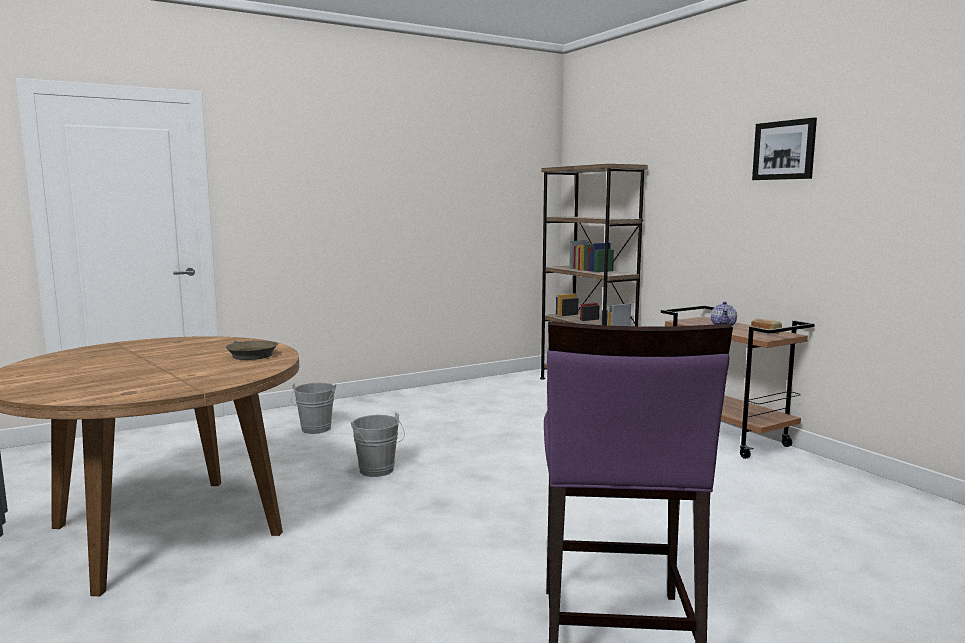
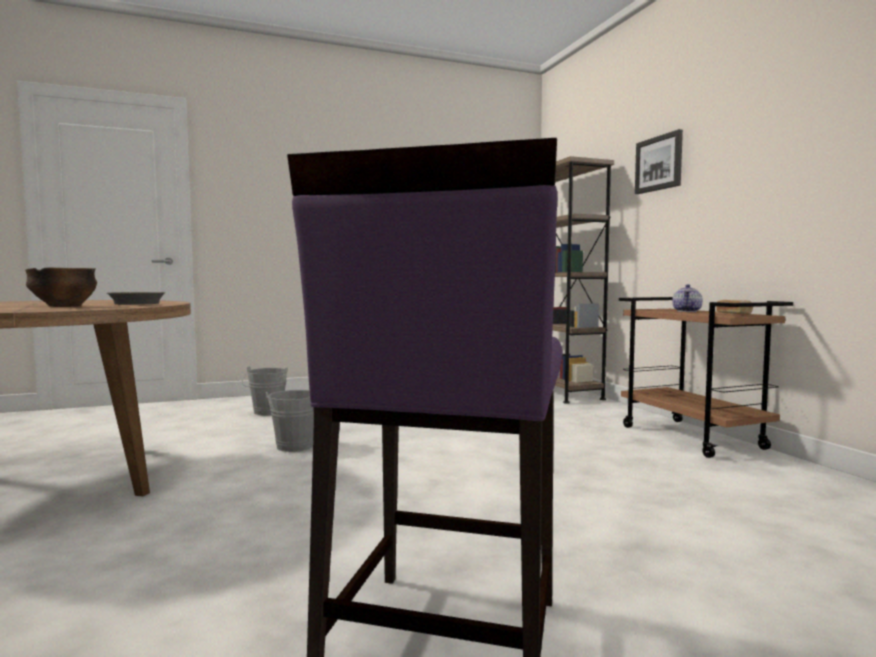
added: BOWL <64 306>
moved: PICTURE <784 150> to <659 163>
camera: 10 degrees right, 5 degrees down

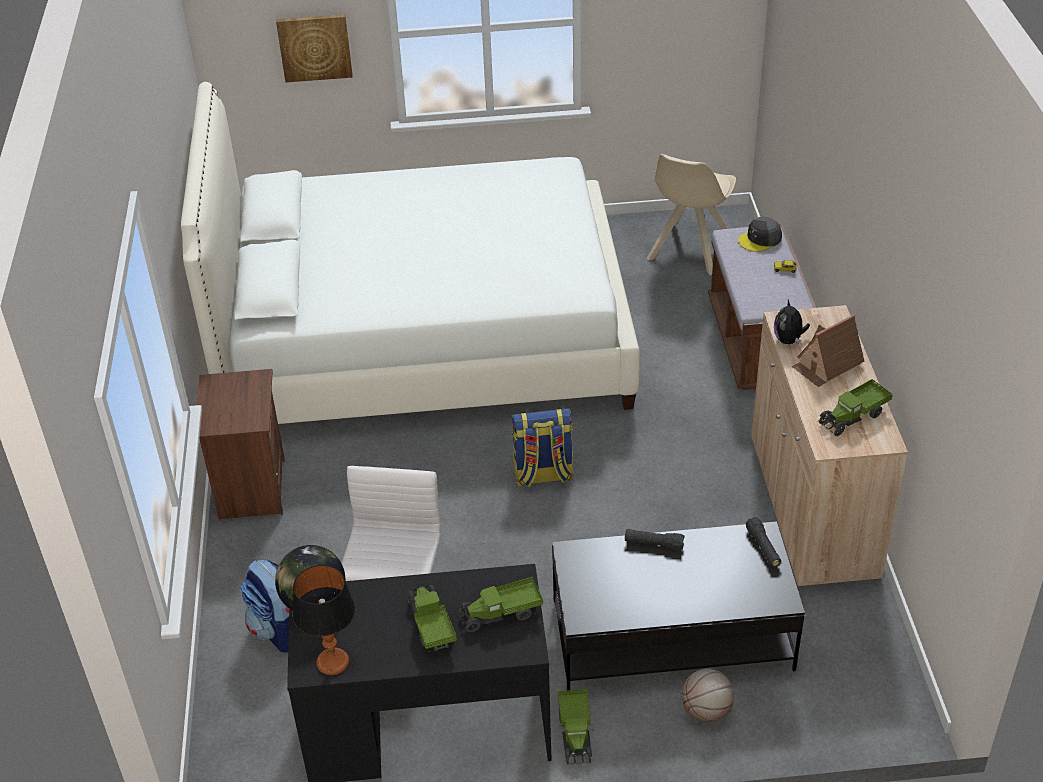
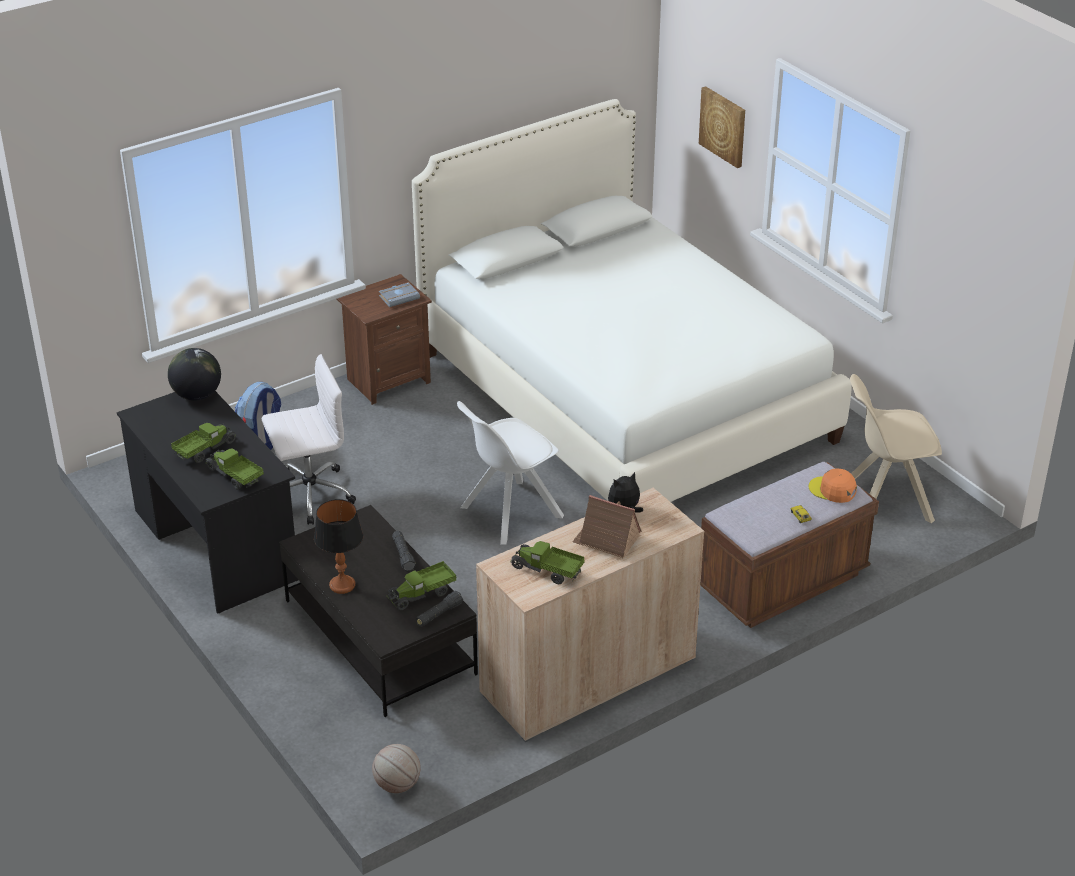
added: GREY BOOK <399 297>
moved: TABLE LAMP <333 662> to <342 585>; TOY TRUCK <576 734> to <422 594>; BASKETBALL <706 711> to <397 785>
replaced: BACKPACK <543 475> to WHITE CHAIR <509 513>
recoloured: GREY CAP <760 239> to ORANGE CAP <832 490>
camera: 60 degrees right, 5 degrees down

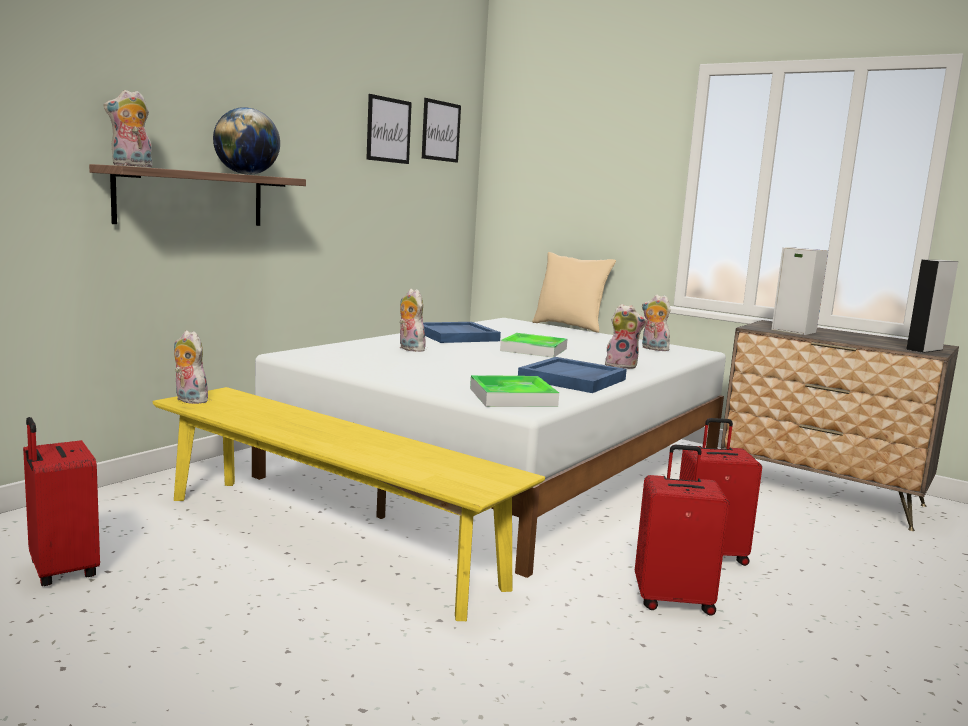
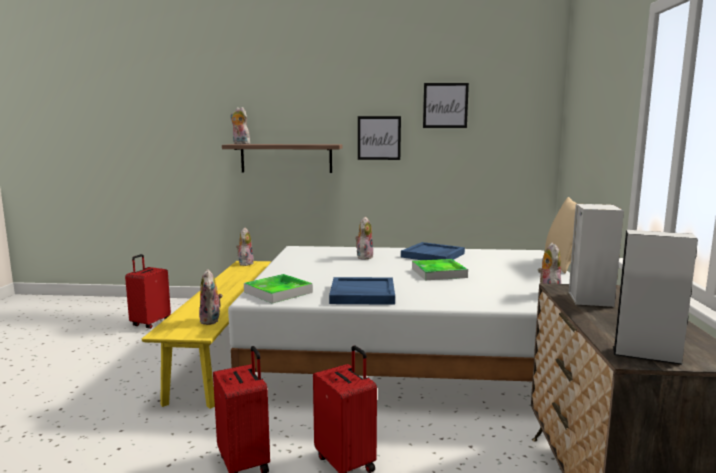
removed: GLOBE <246 174>
moved: PICTURE <440 131> to <379 138>; PLUSH TOY <622 366> to <211 320>
camera: 60 degrees right, 0 degrees up

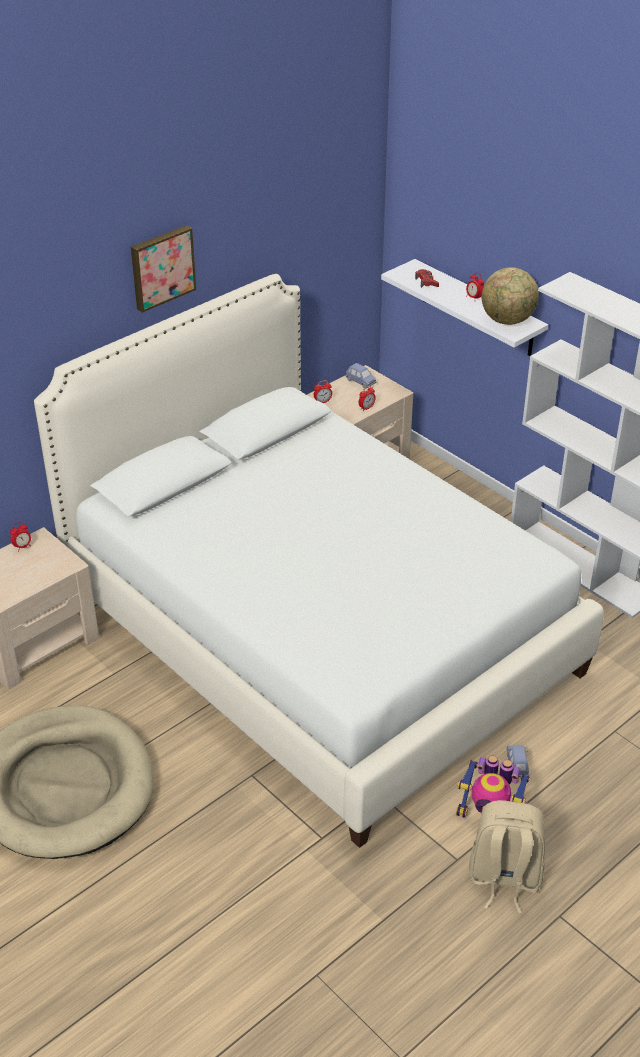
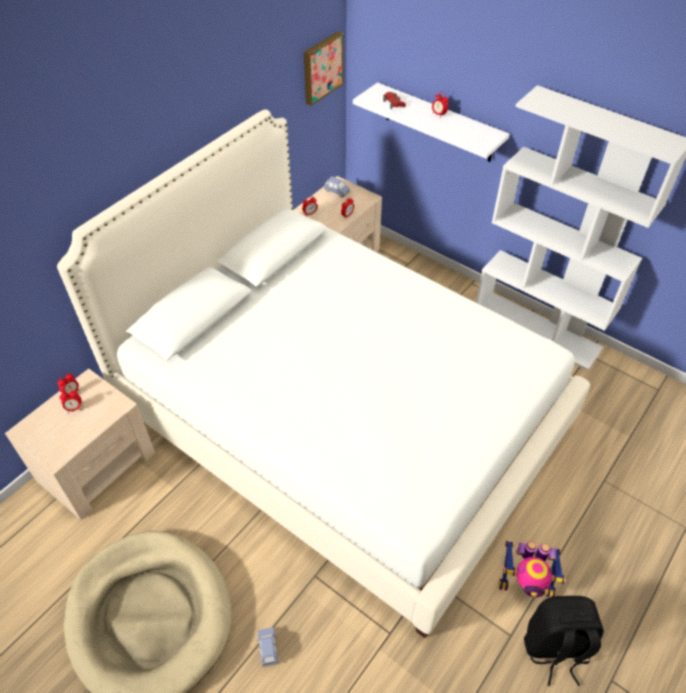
removed: GLOBE <507 320>
added: ALARM CLOCK <74 408>
moved: PICTURE <161 267> to <321 67>; BLUE TOY CAR <517 765> to <268 648>
recoloured: BEIGE BACKPACK <504 878> to BLACK BACKPACK <555 648>
camera: 10 degrees left, 10 degrees up

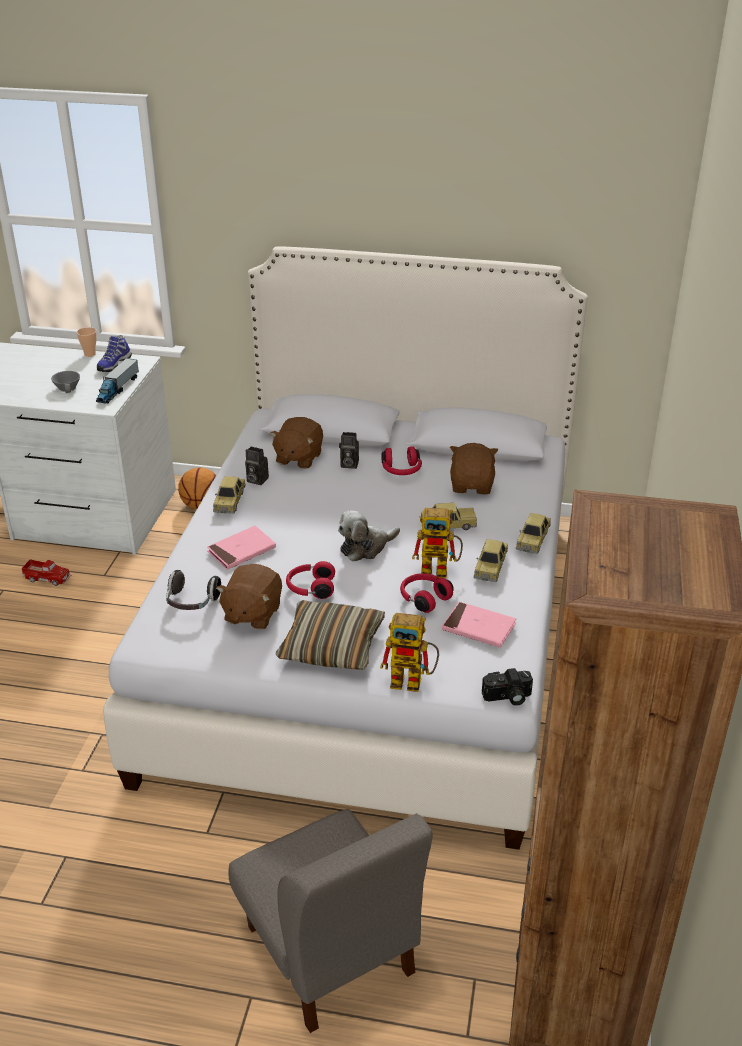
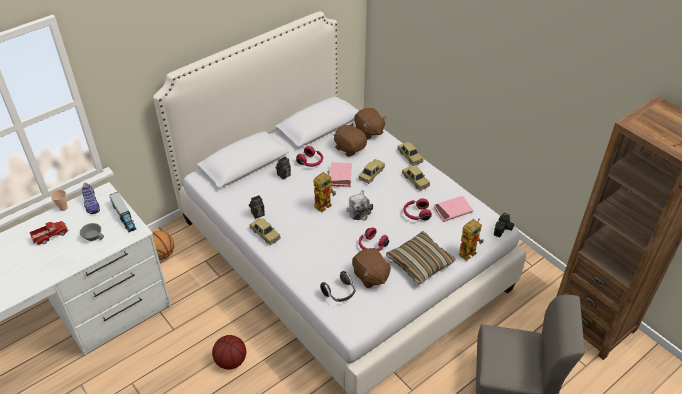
added: BASKETBALL <231 361>
moved: TOY TRUCK <47 577> to <50 235>; PINK BOOK <241 550> to <340 176>; BROWN PLUSH TOY <298 458> to <369 131>; TOY ROBOT <440 570> to <324 203>
camera: 50 degrees left, 10 degrees up

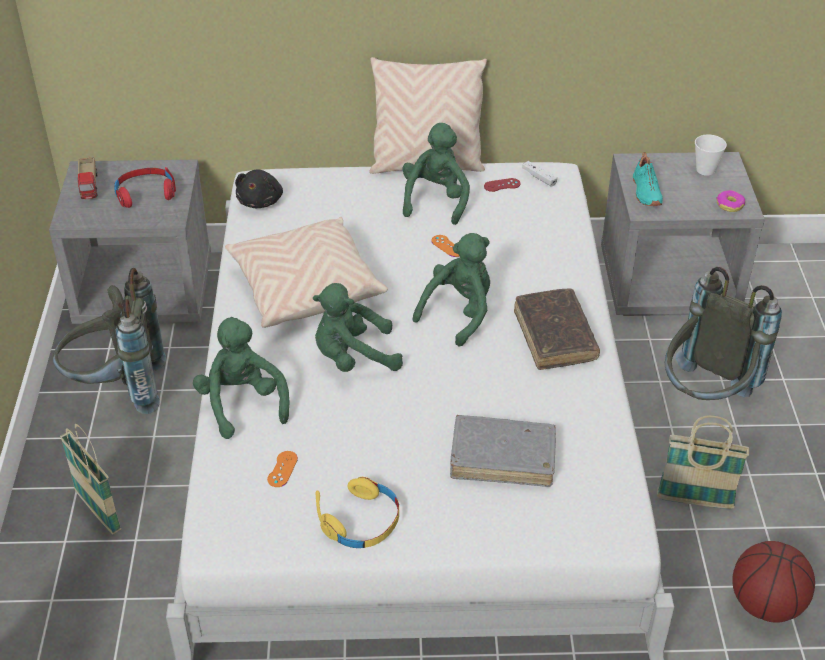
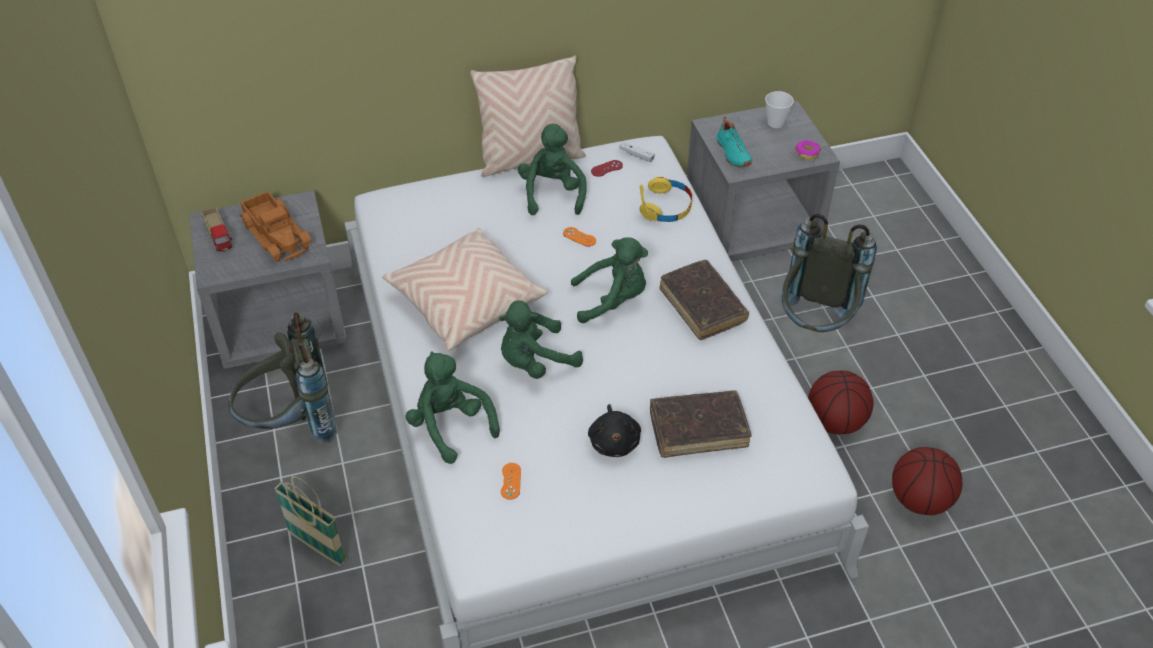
moved: BLACK PLUSH TOY <261 201> to <614 441>; YELLOW HEADPHONES <363 522> to <666 207>
replaced: RED HEADPHONES <146 193> to TOY TRUCK <277 234>; BASKET <695 501> to BASKETBALL <835 421>
recoloured: GREY BOOK <502 458> to BROWN BOOK <698 429>
turned: GREEN PLUSH TOY <459 313> = <612 300> 60 degrees clockwise
camera: 15 degrees left, 5 degrees up

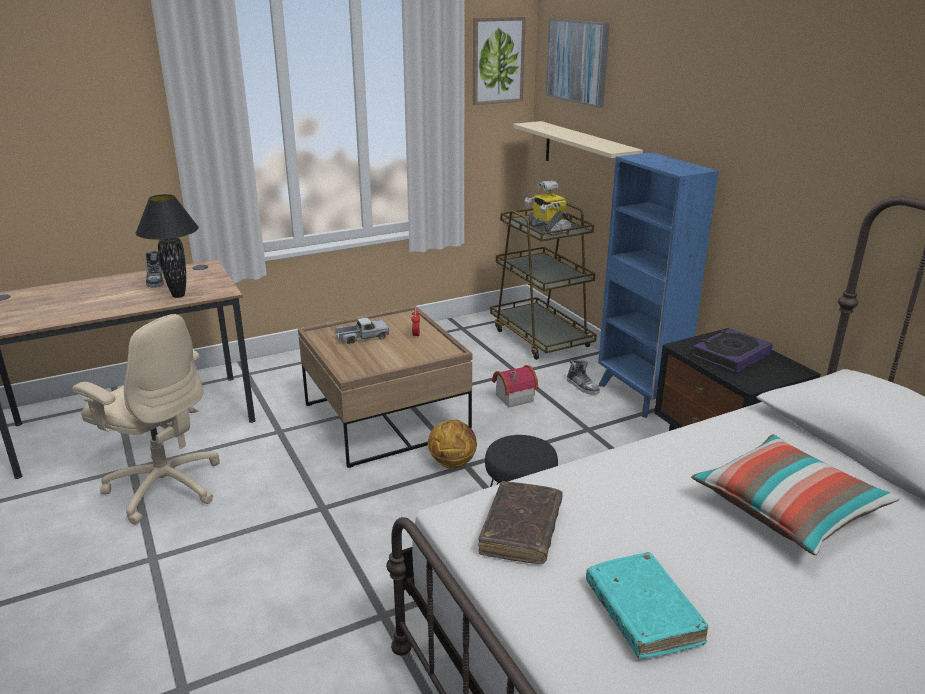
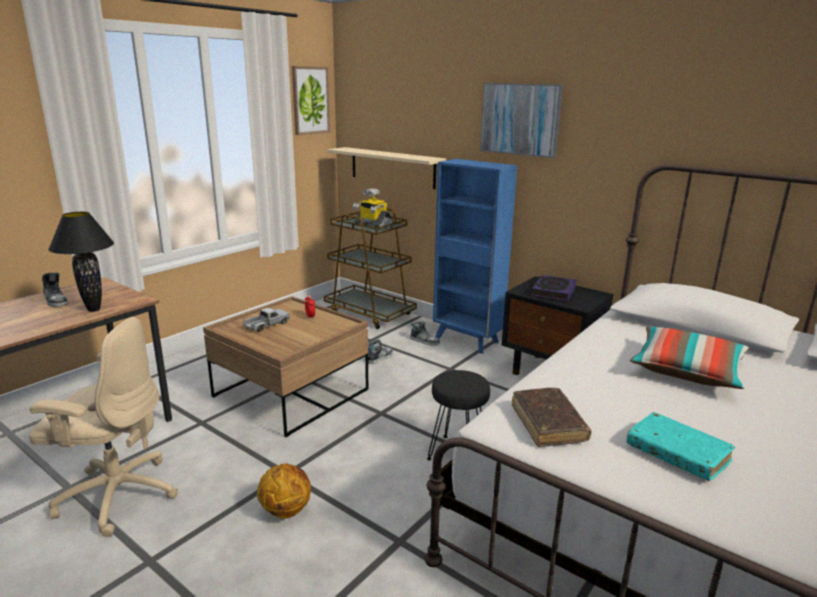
moved: BASKETBALL <452 463> to <286 510>; PICTURE <578 61> to <520 119>
replaced: TOY HOUSE <512 397> to SHOE <379 357>
camera: 25 degrees left, 5 degrees down

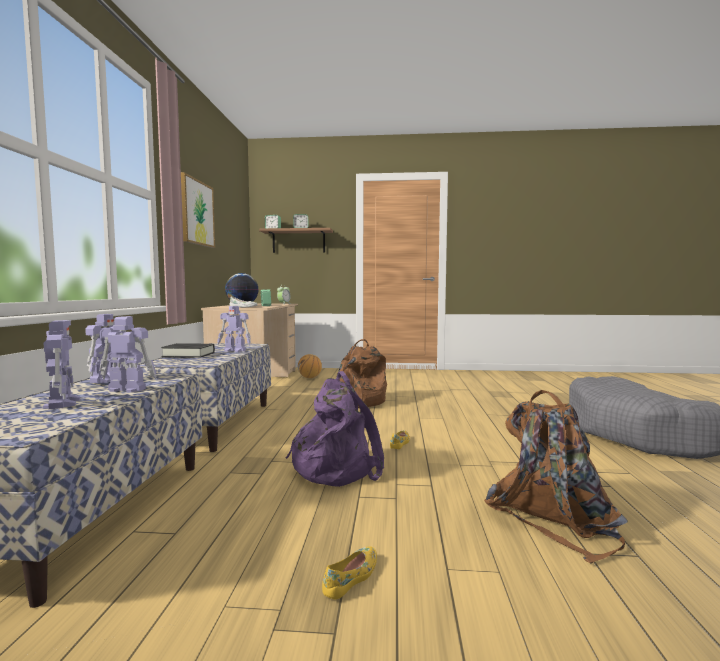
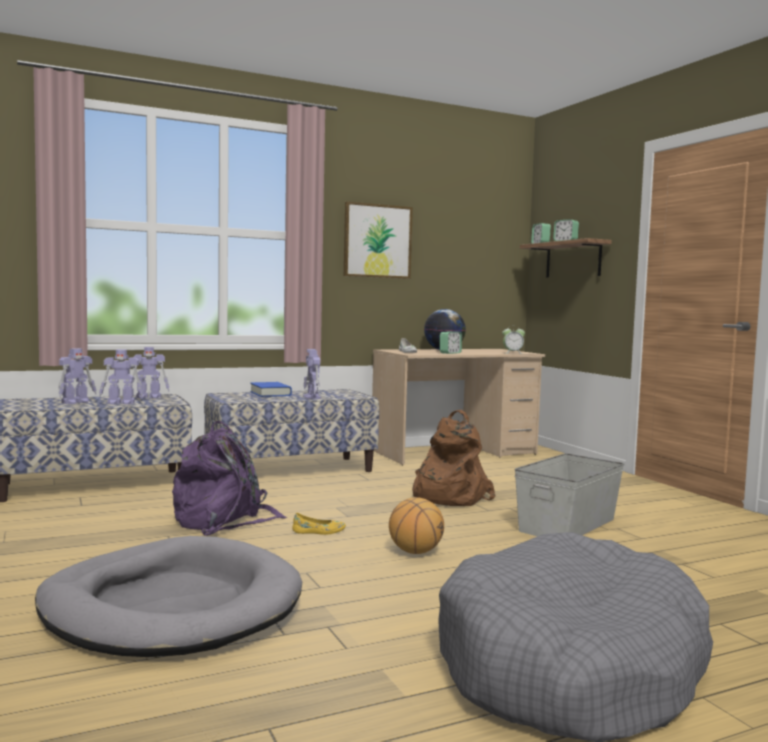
removed: YELLOW SHOE <352 577>
added: GREY STORAGE BOX <568 525>
moved: BASKETBALL <310 378> to <415 552>
replaced: BROWN BACKPACK <554 517> to GREY DOG BED <171 606>
recoloured: BLACK BOOK <189 354> to BLUE BOOK <270 393>
turned: TOY ROBOT <127 389> = <121 403> 105 degrees clockwise
camera: 60 degrees right, 0 degrees up

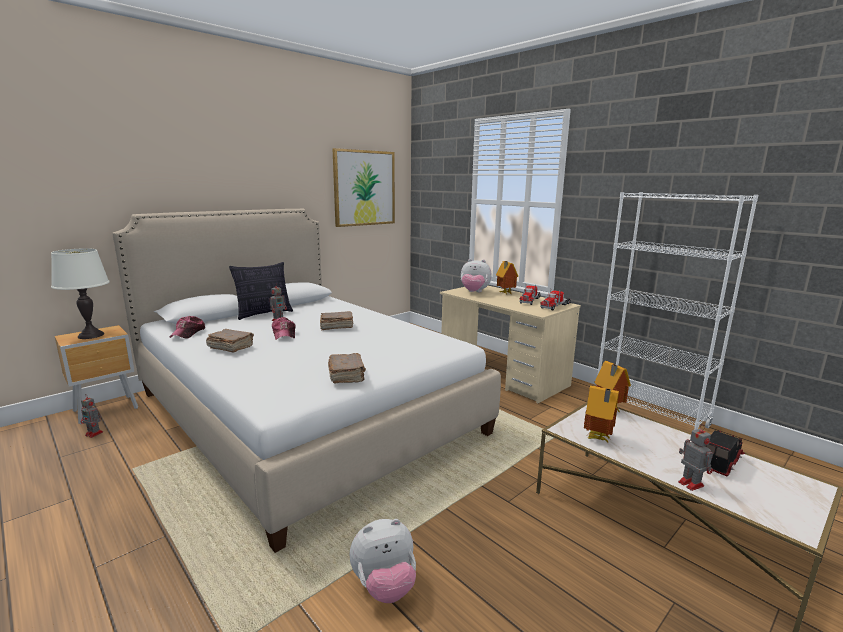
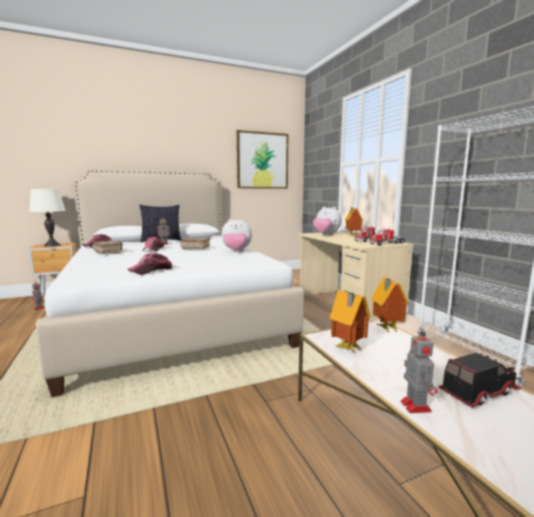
moved: PLUSH TOY <384 586> to <236 251>
replaced: BROWN BOOK <347 376> to CAP <151 270>
camera: 20 degrees right, 5 degrees down

